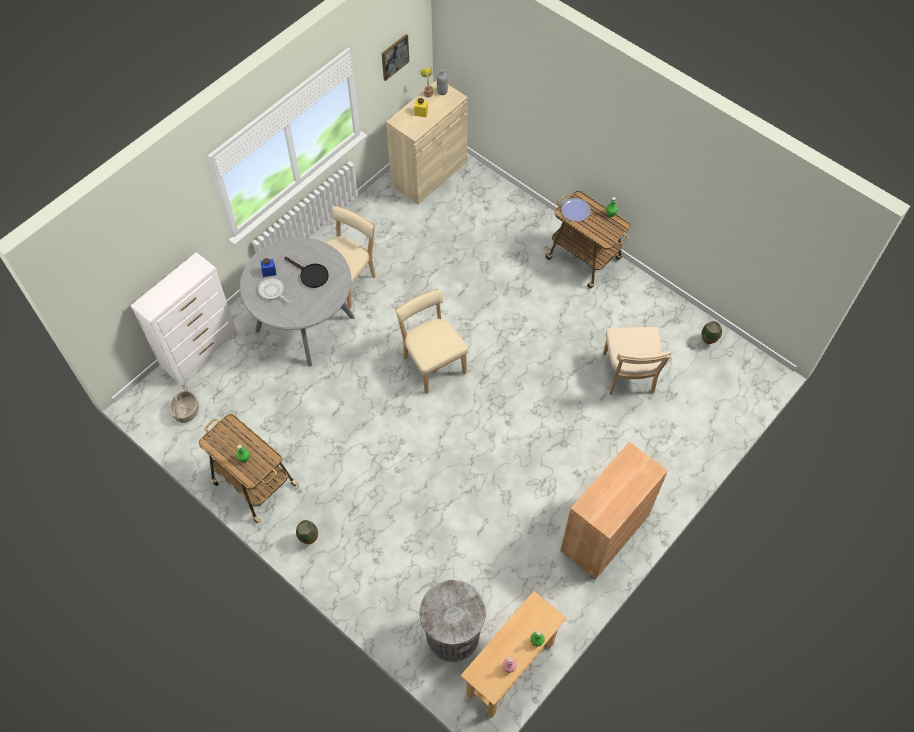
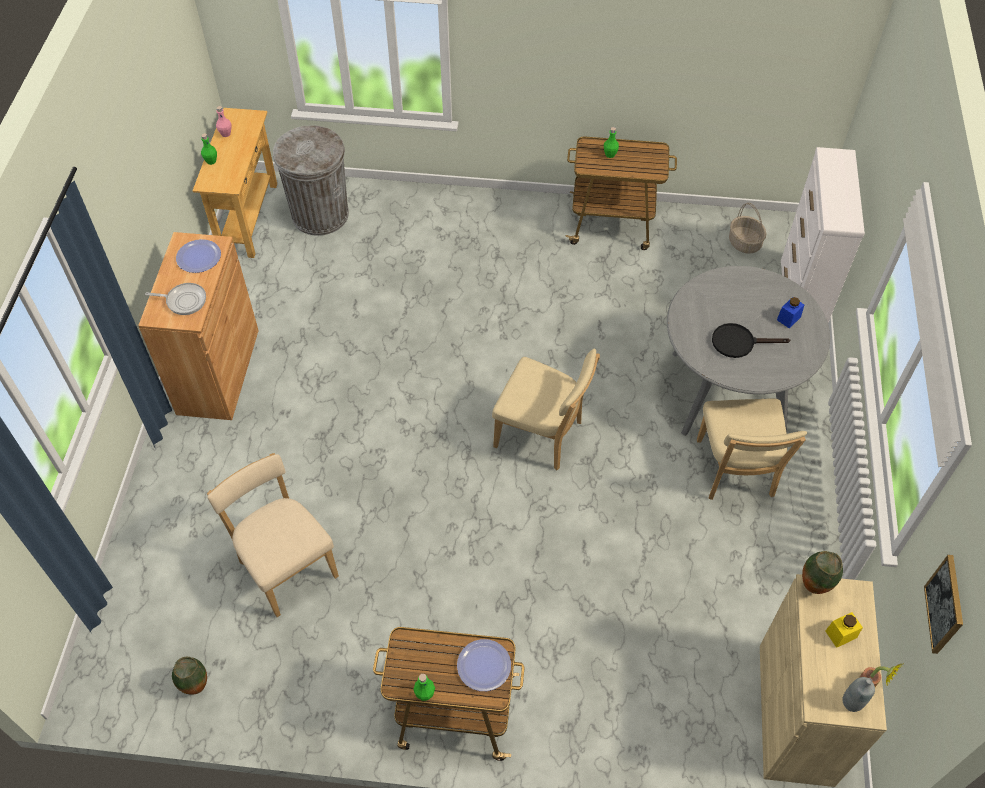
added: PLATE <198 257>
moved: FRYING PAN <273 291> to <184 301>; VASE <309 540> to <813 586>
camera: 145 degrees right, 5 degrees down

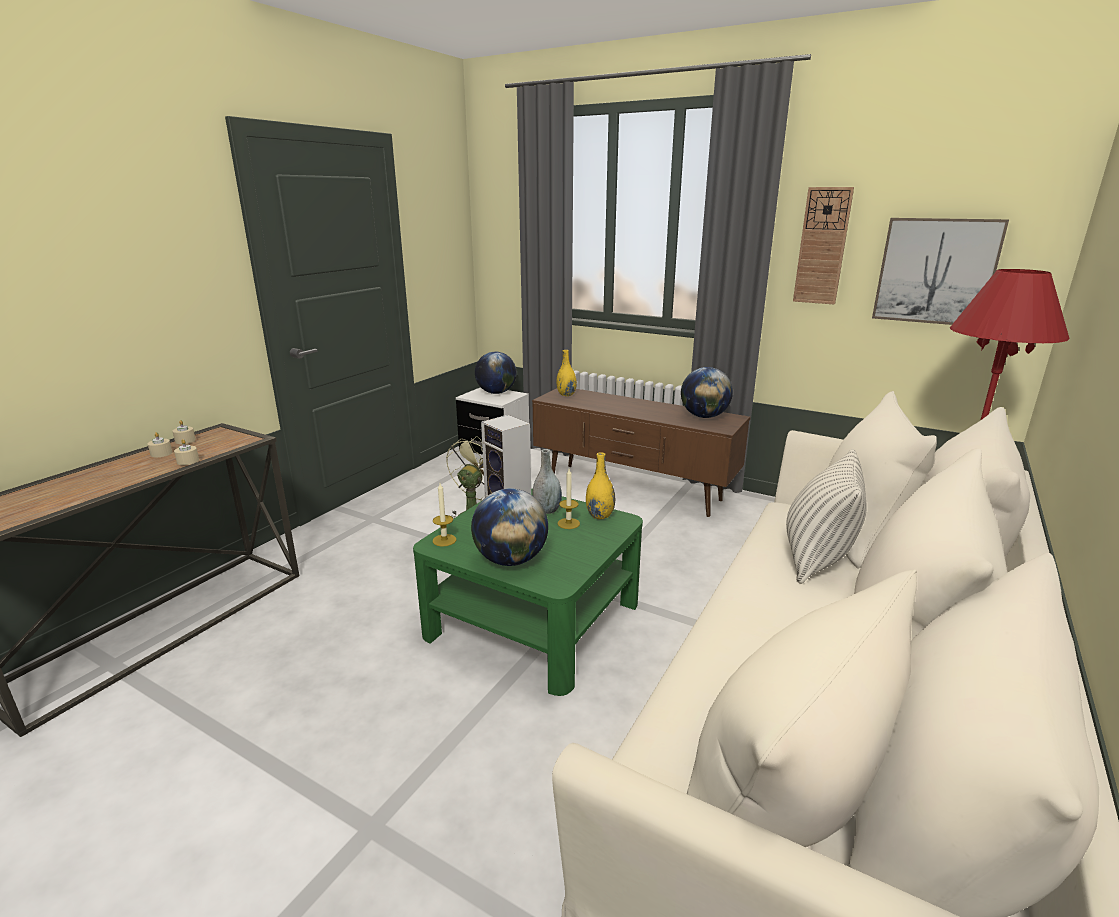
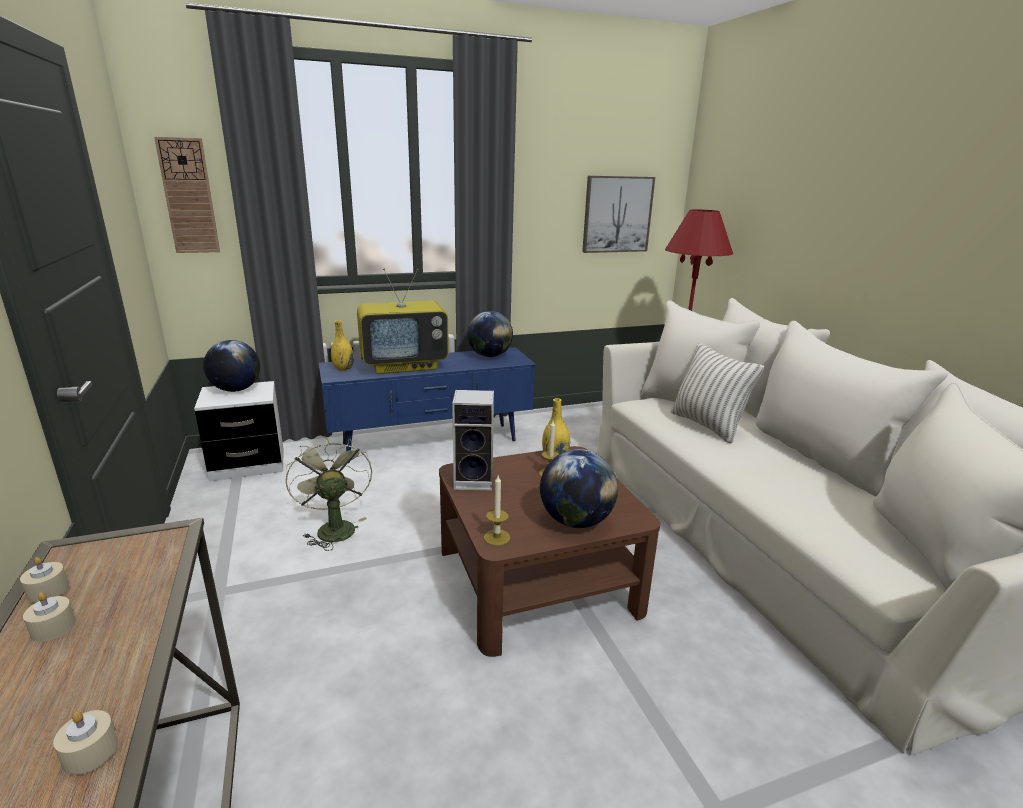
removed: GREY VASE <547 510>
added: TELEVISION <405 365>
moved: BEIGE CANDLE <188 461> to <90 752>; WALL CLOCK <822 246> to <189 196>
recoloured: GREEN COFFEE TABLE <534 619> to BROWN COFFEE TABLE <538 579>; BROWN TV STAND <632 490> to BLUE TV STAND <431 443>
camera: 50 degrees left, 0 degrees up

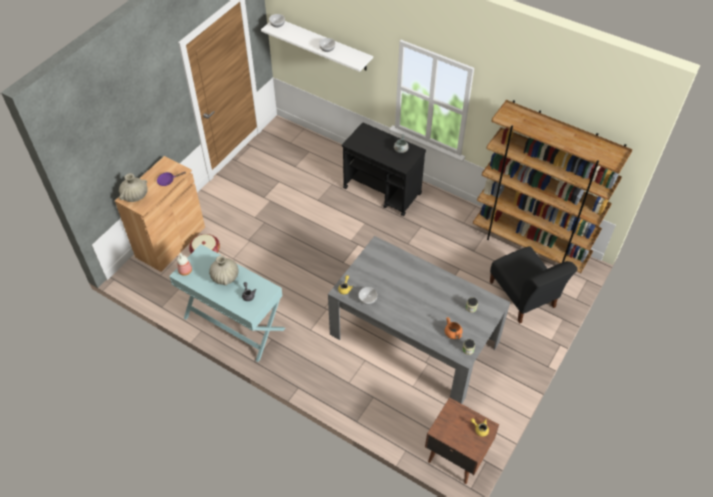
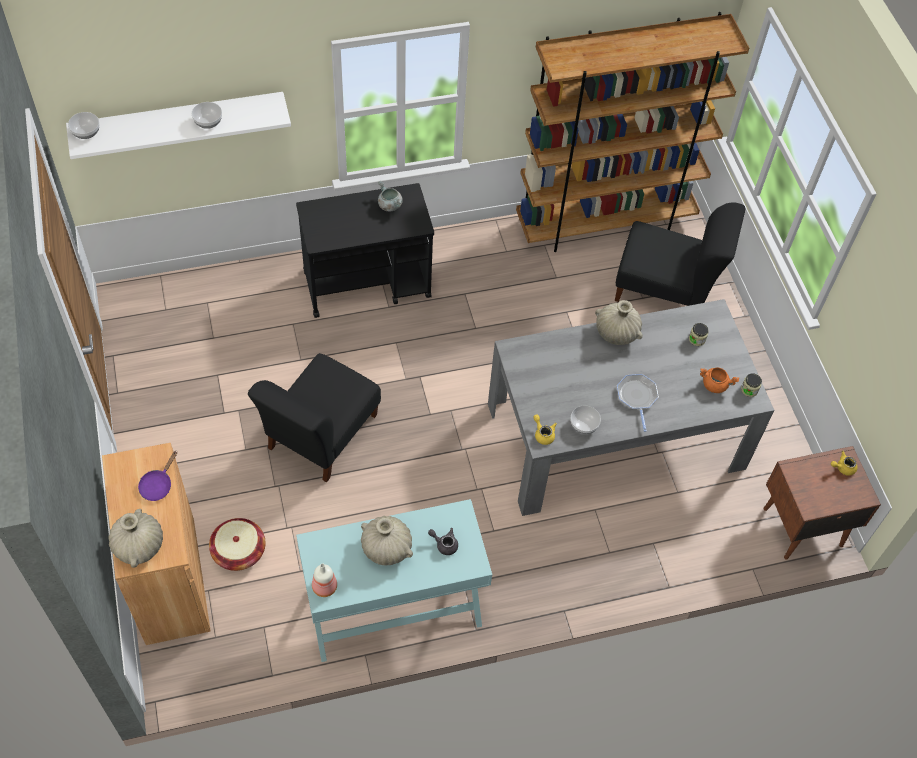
added: BLACK CHAIR <320 436>; BEIGE VASE <616 333>; FRYING PAN <637 397>
camera: 50 degrees left, 5 degrees up

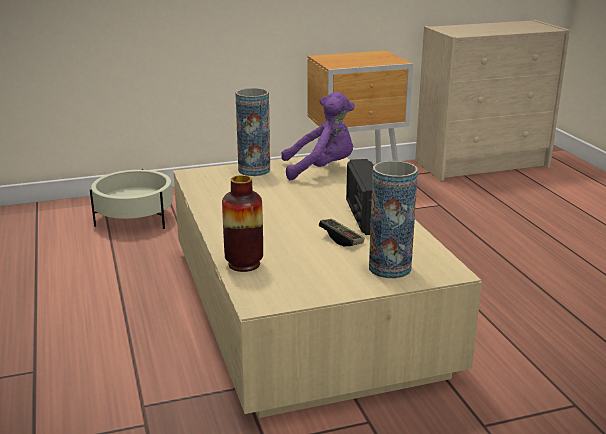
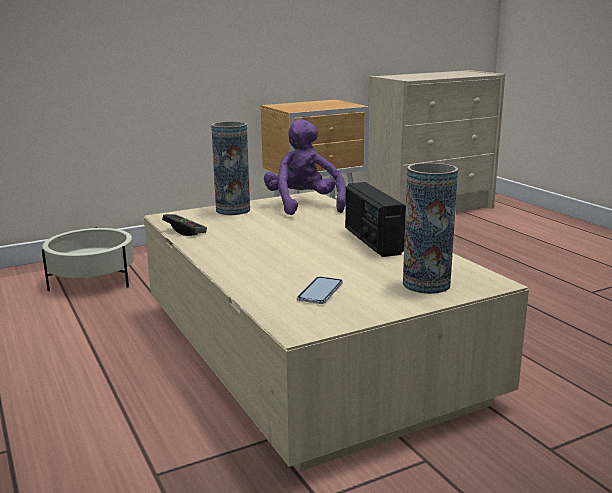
removed: VASE <244 264>
added: PHONE <320 292>
moved: GAME CONTROLLER <341 239> to <185 231>
turned: PURPLE PLUSH TOY <321 169> = <304 205> 90 degrees counterclockwise
camera: 10 degrees left, 5 degrees down

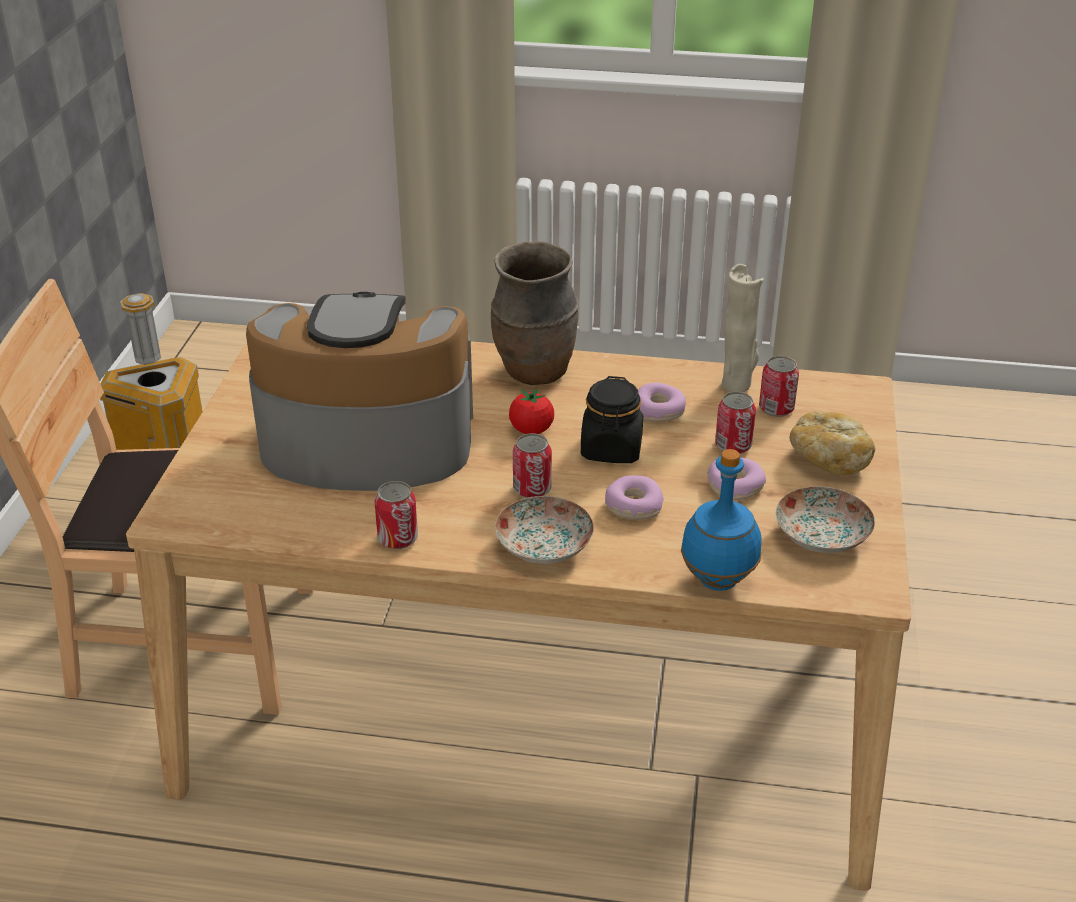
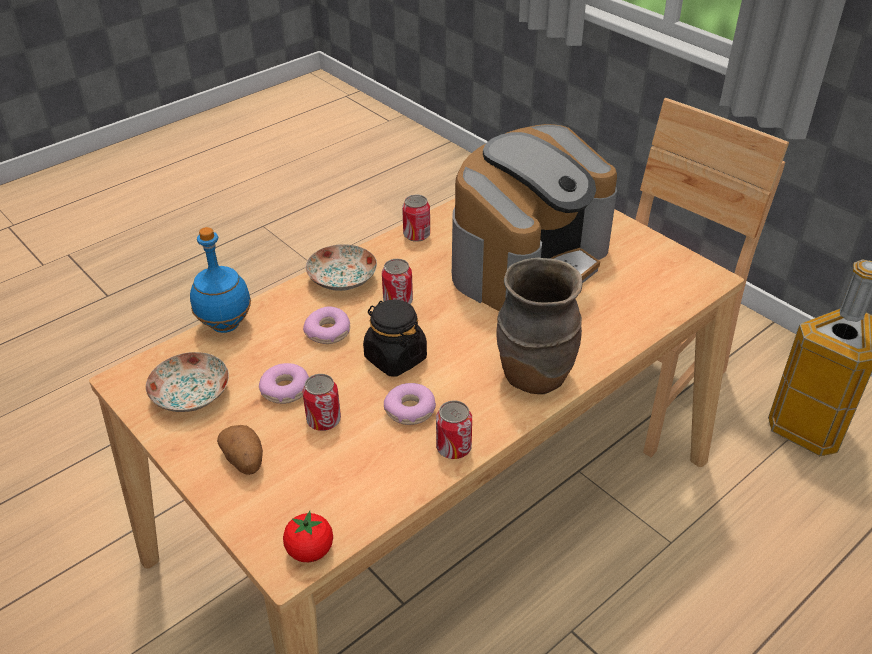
removed: BEIGE VASE <737 385>
moved: TOMATO <531 430> to <310 550>; CAN <776 408> to <453 448>
replaced: BREAD <828 459> to POTATO <244 461>
camera: 130 degrees right, 5 degrees up

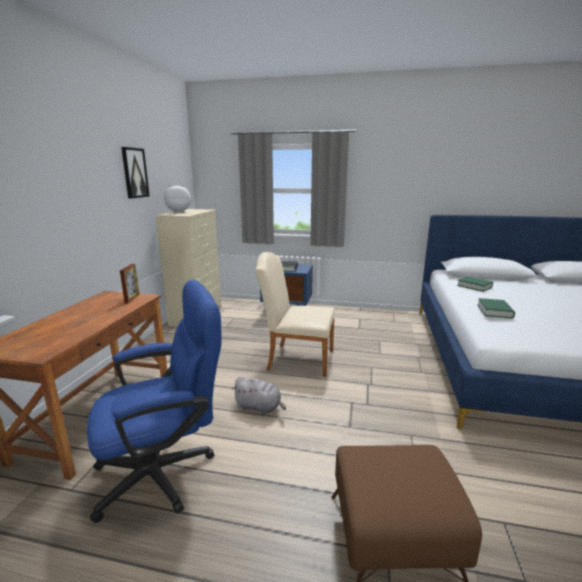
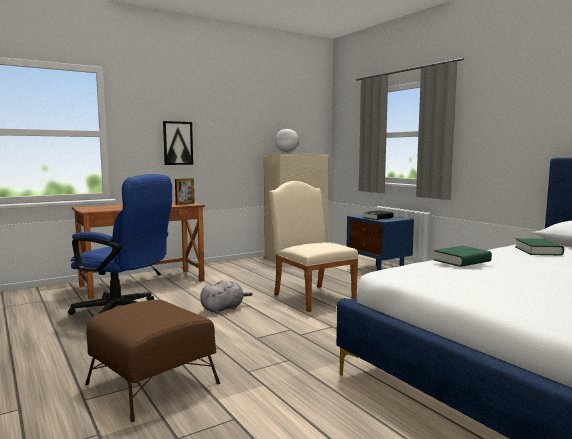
moved: PICTURE <135 173> to <177 143>
turned: GREY PLUSH TOY <259 407> = <224 308> 105 degrees counterclockwise
camera: 45 degrees right, 10 degrees down

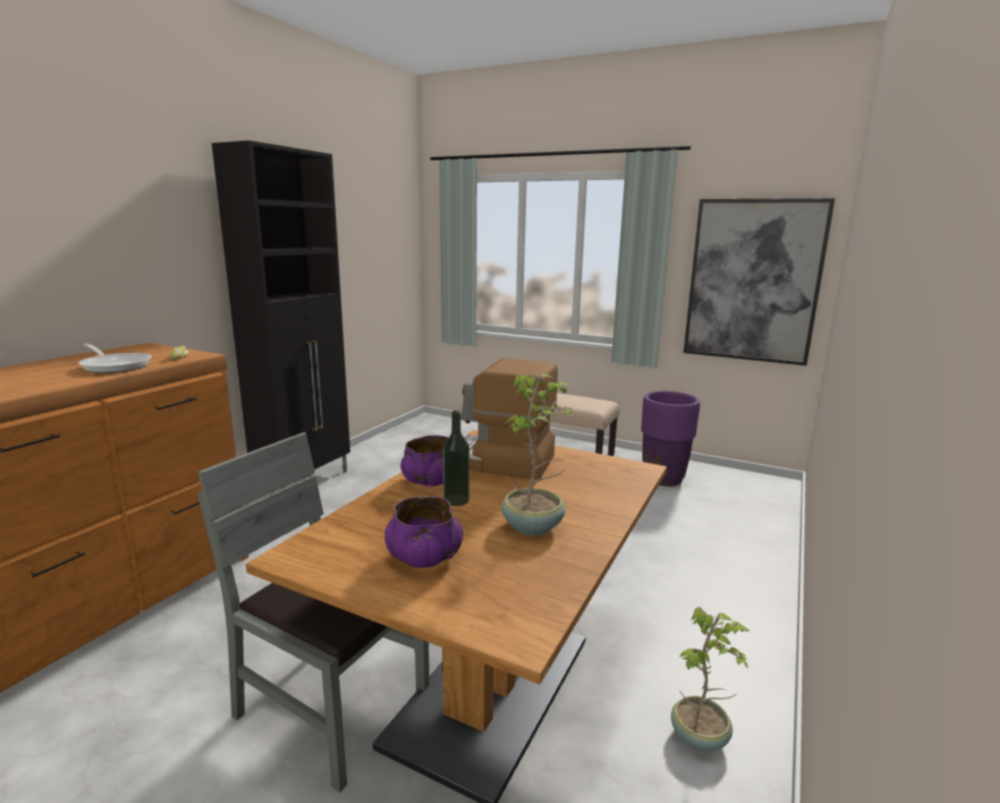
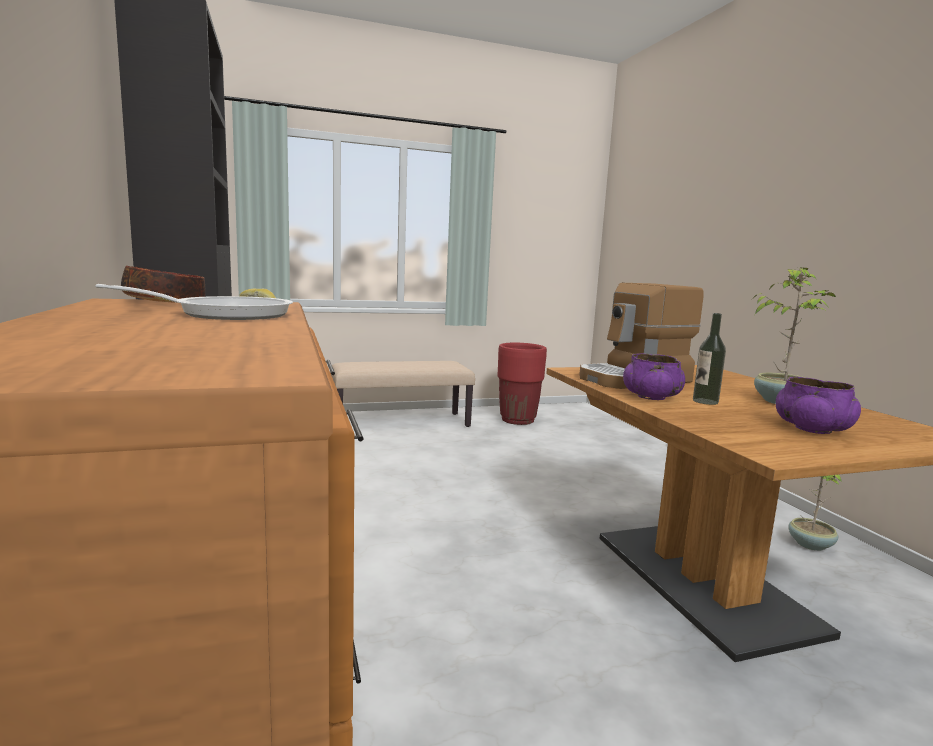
removed: GREY CHAIR <332 706>; PICTURE <753 281>
added: BOWL <166 302>
recoloured: PURPLE PLANTER <663 479> to RED PLANTER <517 420>
camera: 45 degrees left, 5 degrees down

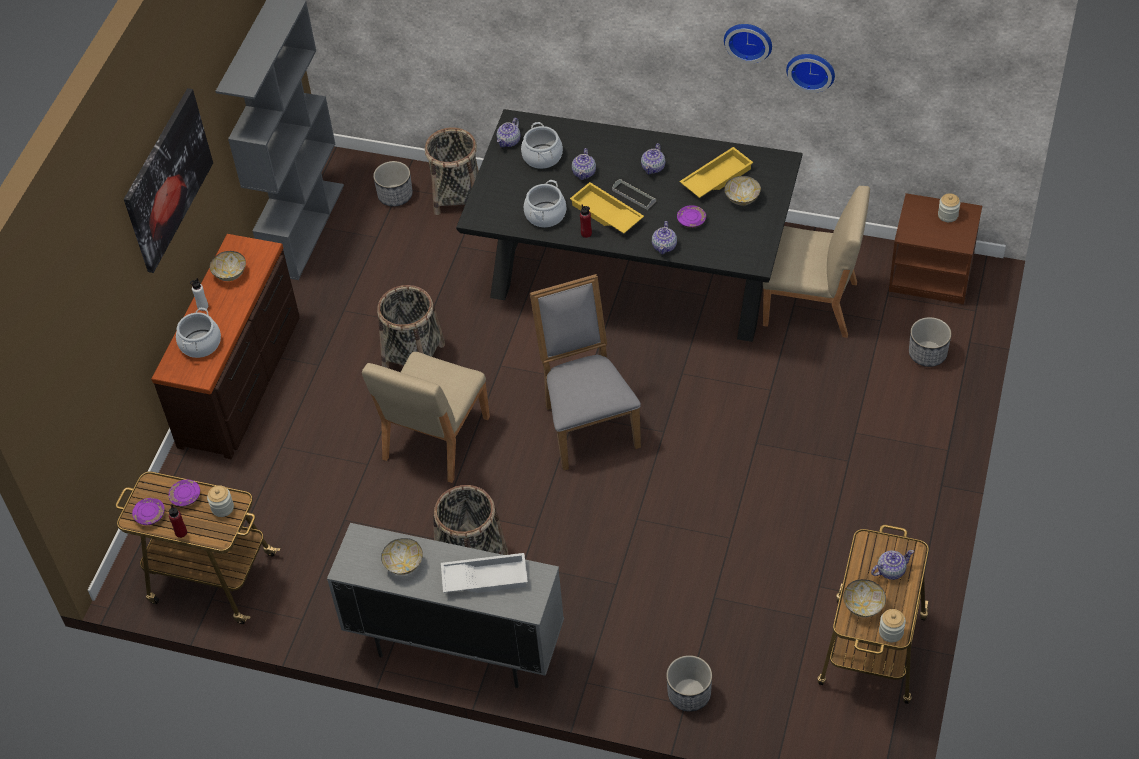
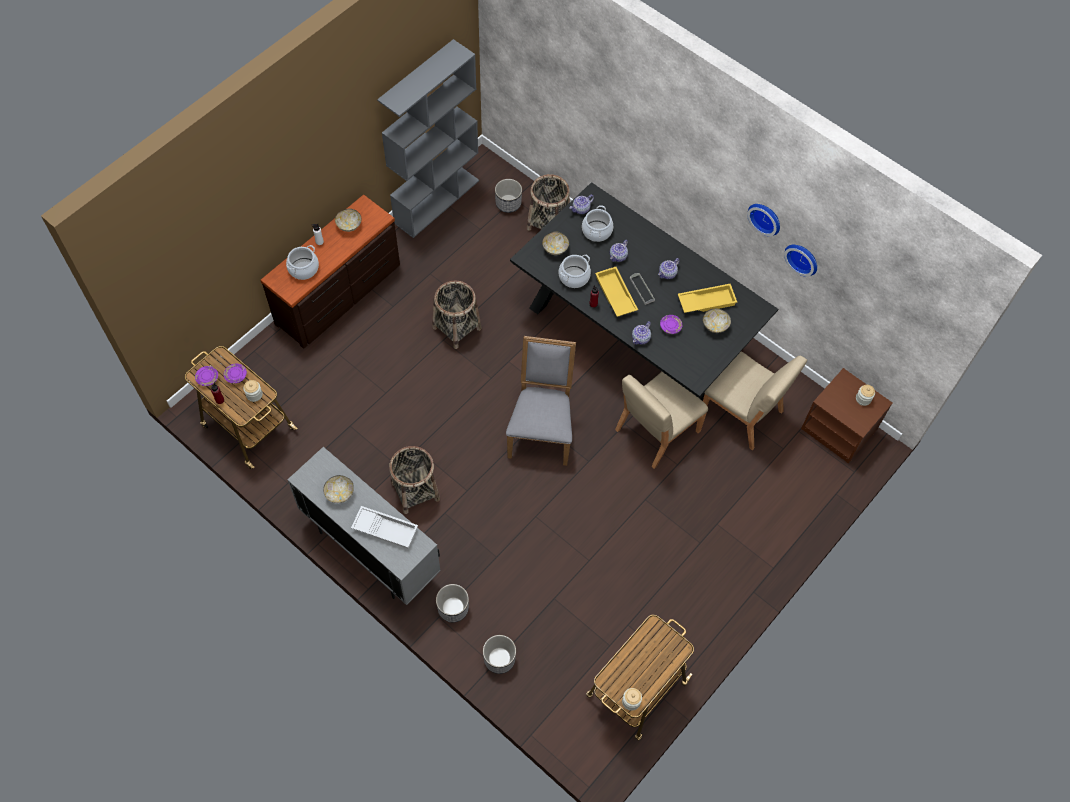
removed: PICTURE <167 179>; TEAPOT <890 570>
moved: BEIGE CHAIR <435 439> to <656 431>; BOWL <863 606> to <555 249>; PLANTER <927 354> to <453 608>
camera: 20 degrees right, 10 degrees up

